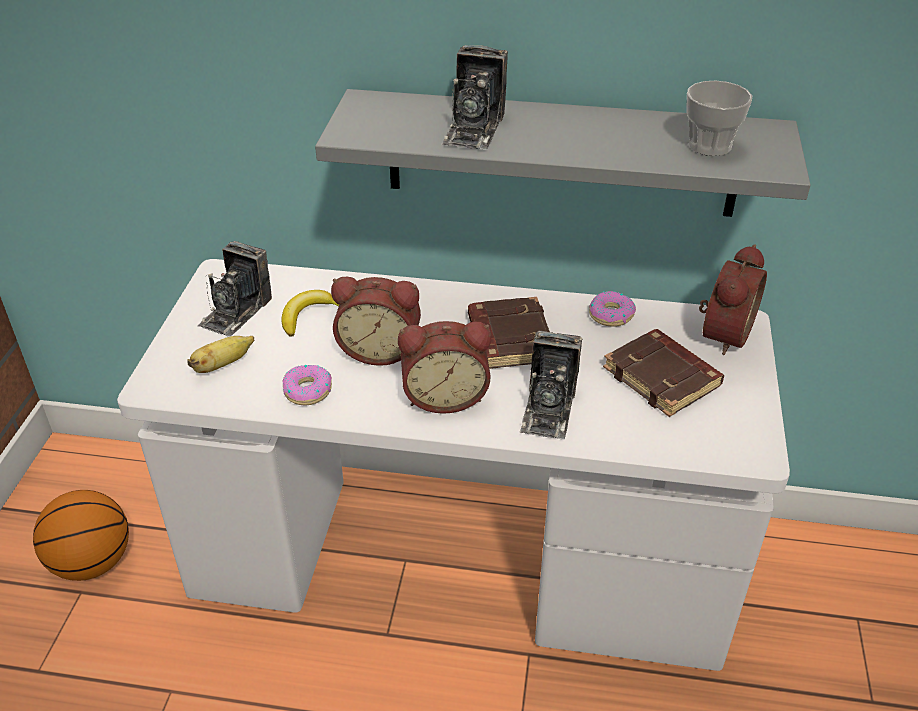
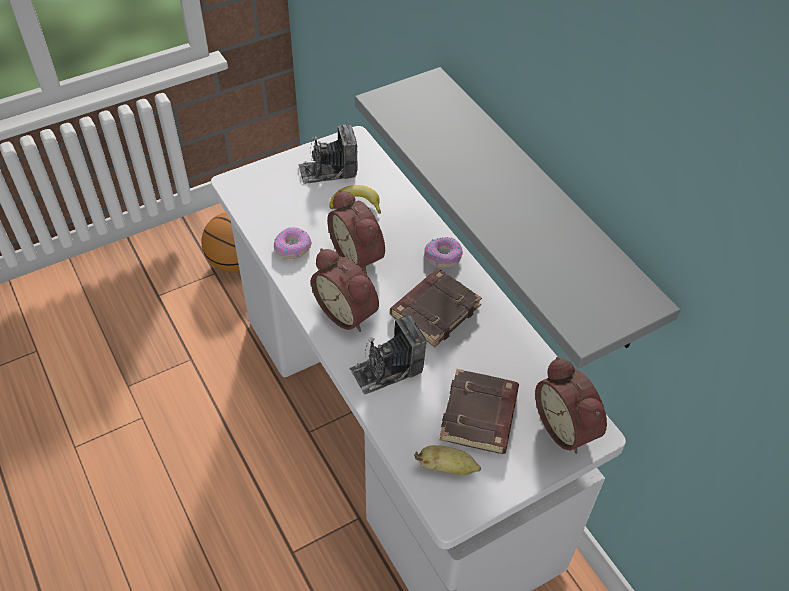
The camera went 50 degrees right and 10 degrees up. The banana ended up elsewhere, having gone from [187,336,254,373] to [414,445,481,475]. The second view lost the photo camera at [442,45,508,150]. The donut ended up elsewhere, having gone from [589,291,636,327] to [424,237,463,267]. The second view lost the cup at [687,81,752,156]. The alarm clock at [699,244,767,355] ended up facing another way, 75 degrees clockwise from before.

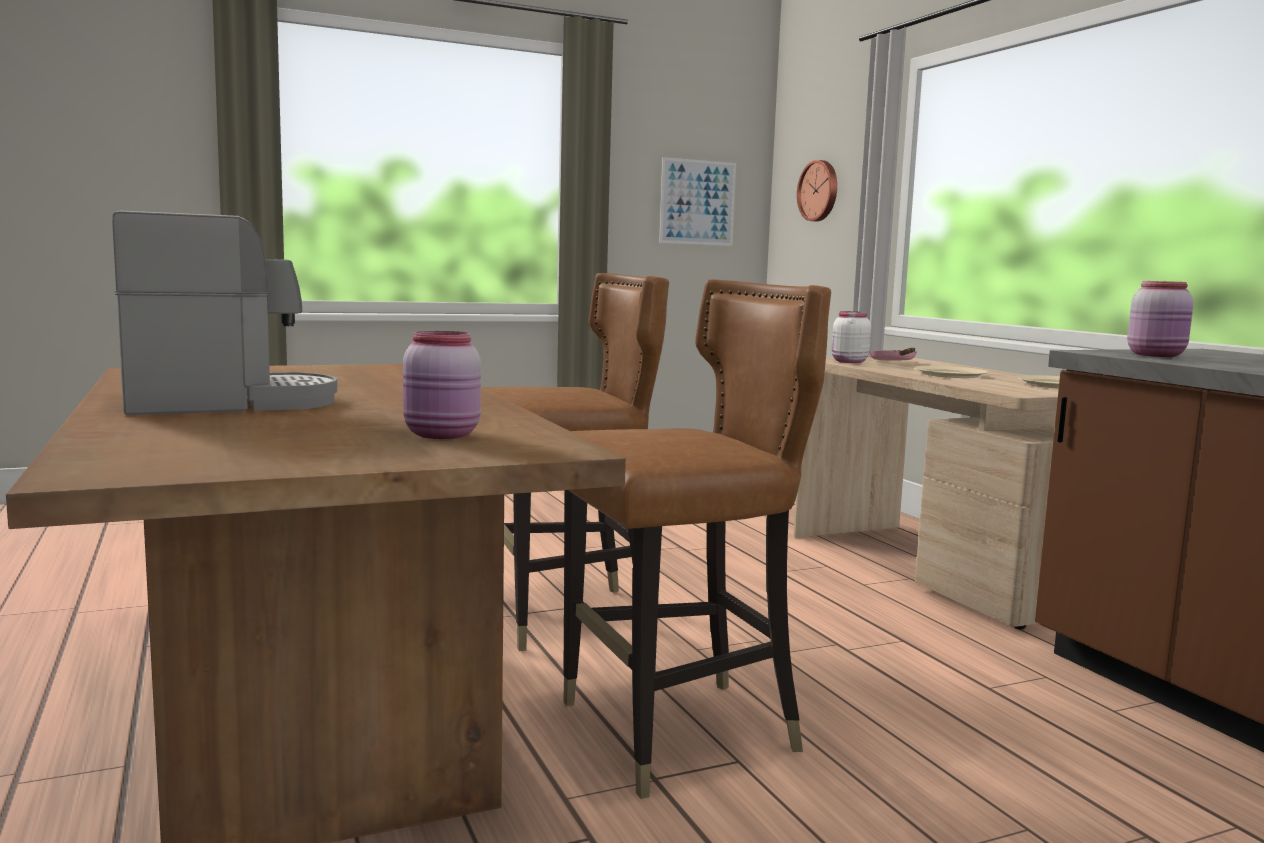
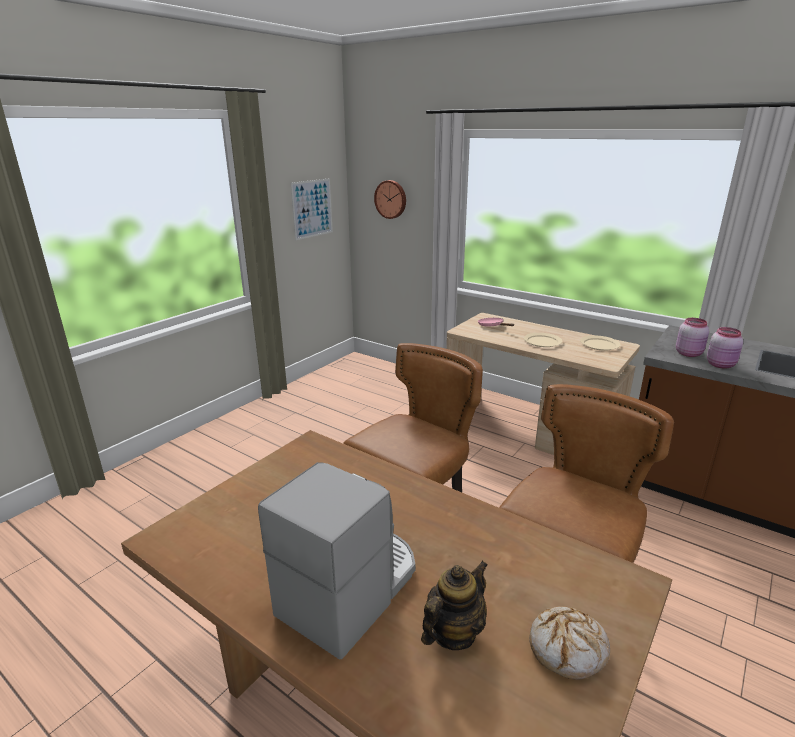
The camera went 30 degrees left and 15 degrees up. The pink jar ended up elsewhere, having gone from [403,331,481,439] to [707,327,743,369]. The second view lost the white jar at [832,311,871,363]. The second view gained the teapot at [421,561,488,650]. The second view gained the bread at [529,606,610,680].

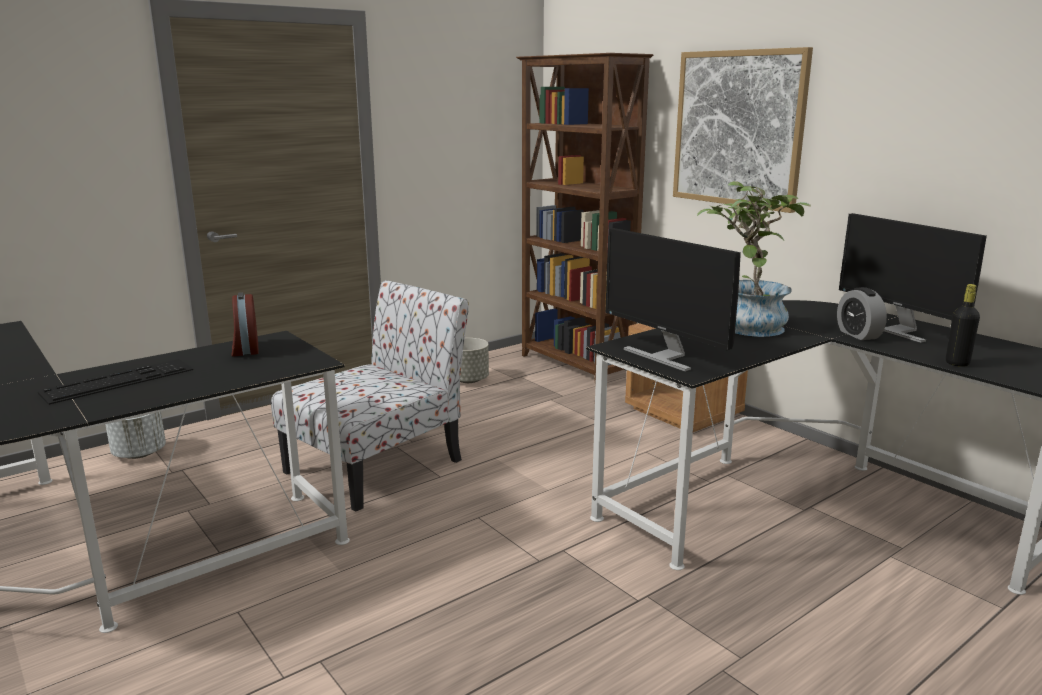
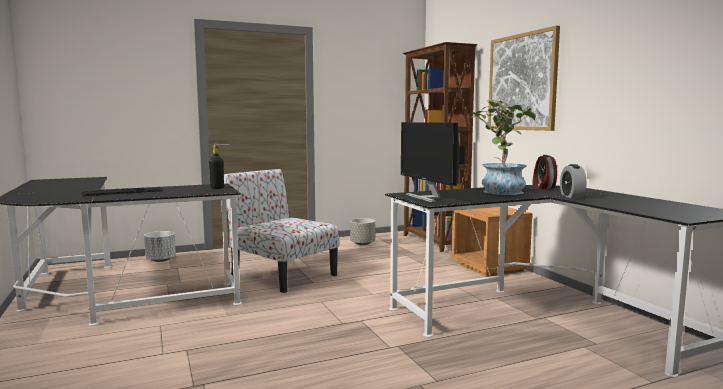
The camera went 15 degrees right and 10 degrees down. The alarm clock ended up elsewhere, having gone from [231,292,259,357] to [532,155,557,189]. The chair at [271,280,469,512] ended up facing another way, 105 degrees counterclockwise from before. The second view lost the monitor at [839,213,987,343]. The black bottle ended up elsewhere, having gone from [946,284,980,367] to [209,145,224,189].

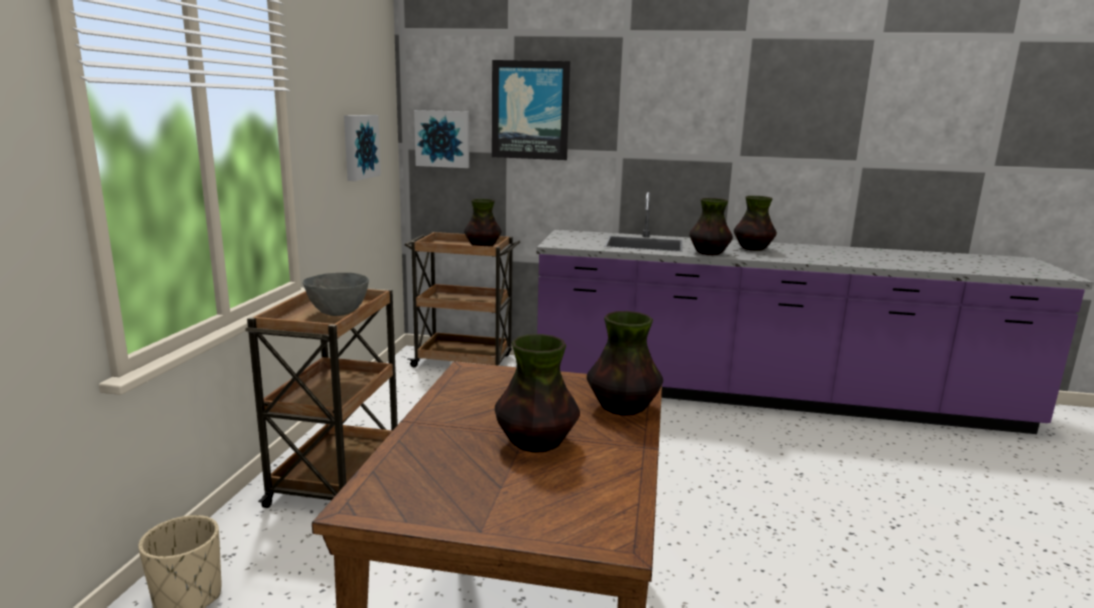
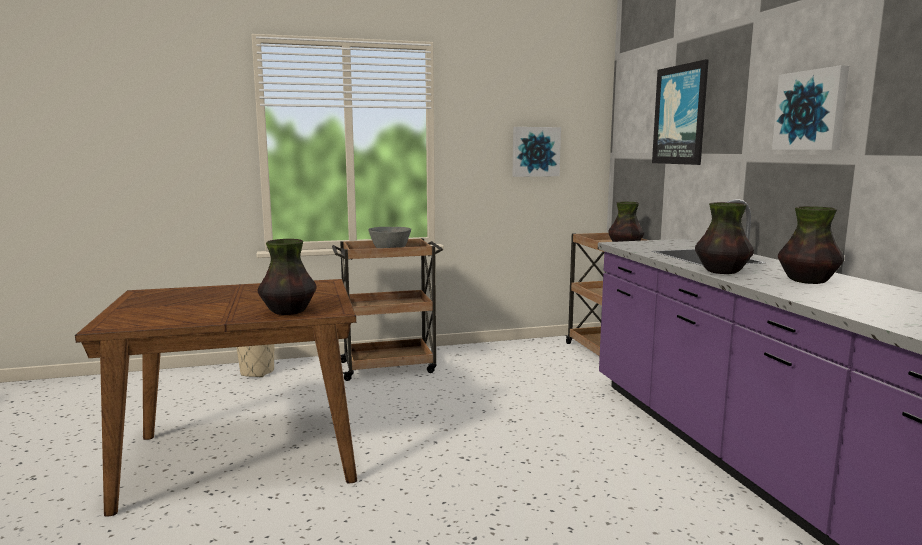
The camera went 65 degrees right and 5 degrees down. The picture ended up elsewhere, having gone from [414,110,469,168] to [772,65,849,150]. The second view lost the vase at [495,334,580,453].

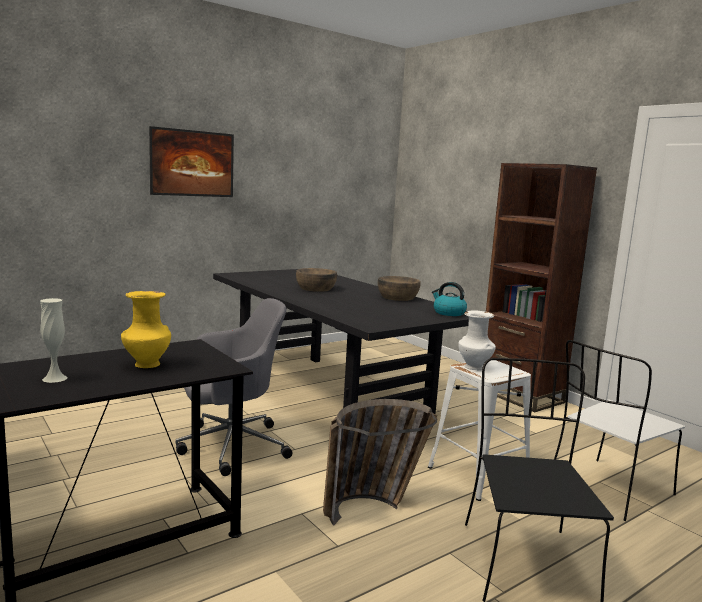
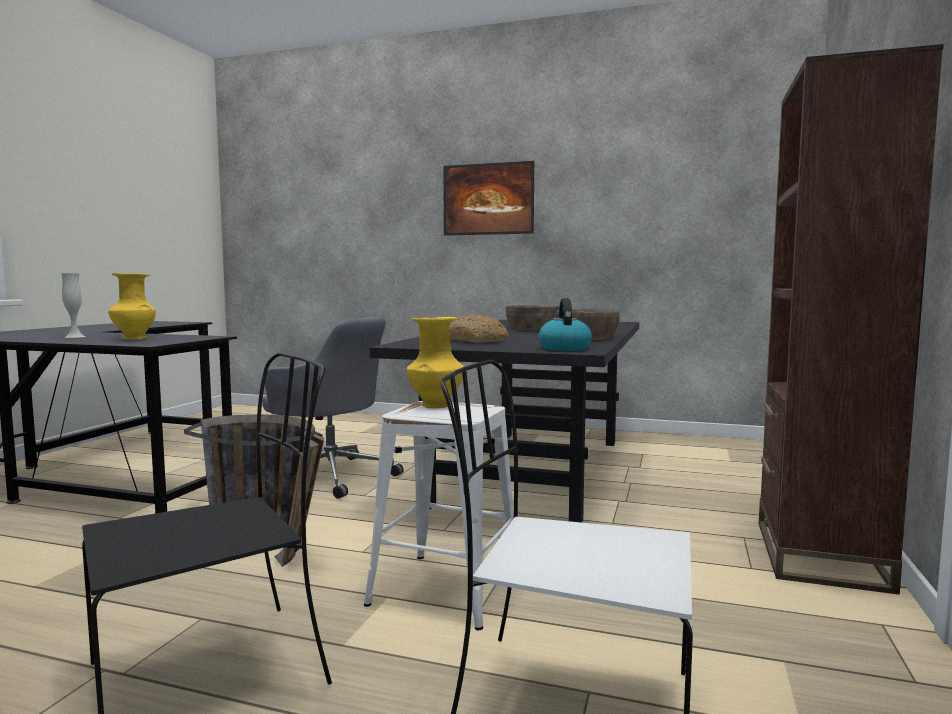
The camera went 55 degrees right and 5 degrees down. What was the white vase at [458,310,496,370] turned into the yellow vase at [406,317,464,408]. The second view gained the bread at [449,314,509,343].

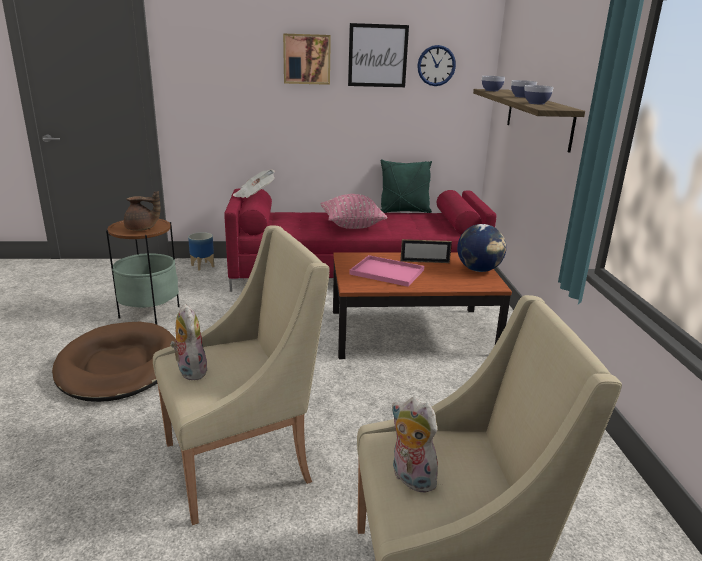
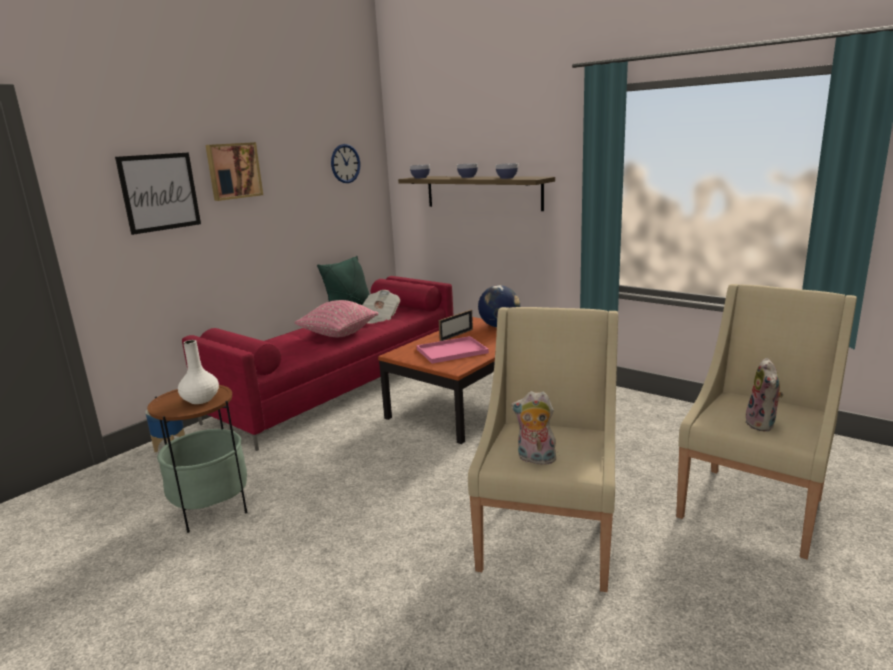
The camera went 45 degrees left and 5 degrees down. The second view lost the brown dog bed at [52,322,176,402]. Where the brown teapot stood at [124,191,161,231], the white vase came to stand at [178,340,219,404]. The newspaper ended up elsewhere, having gone from [233,170,275,198] to [362,290,400,324]. The picture ended up elsewhere, having gone from [348,23,409,87] to [115,152,201,235]. The plush toy at [391,397,439,493] ended up facing another way, 75 degrees counterclockwise from before.

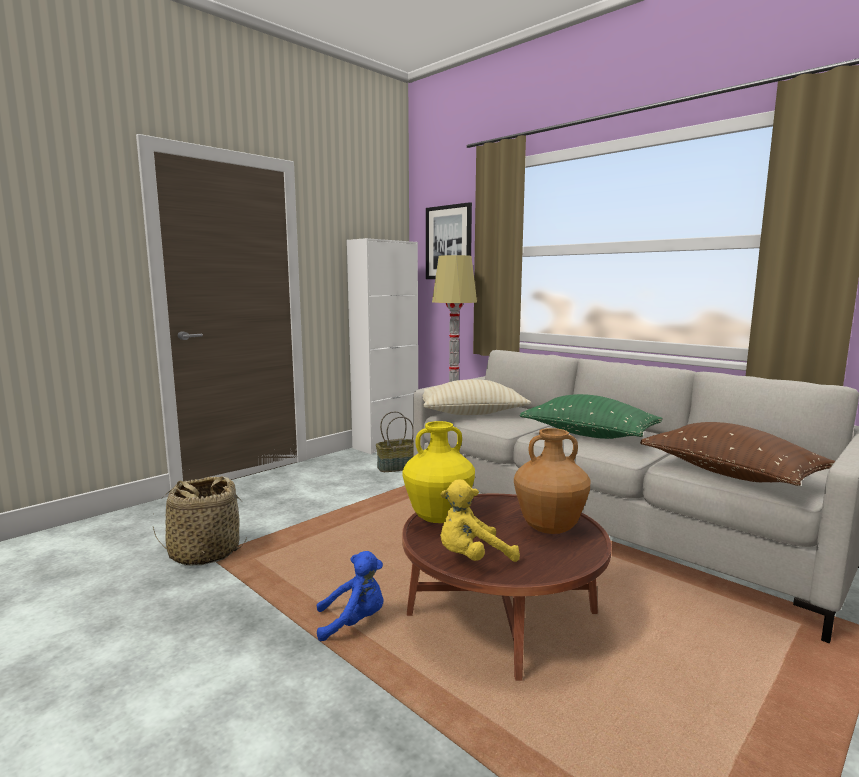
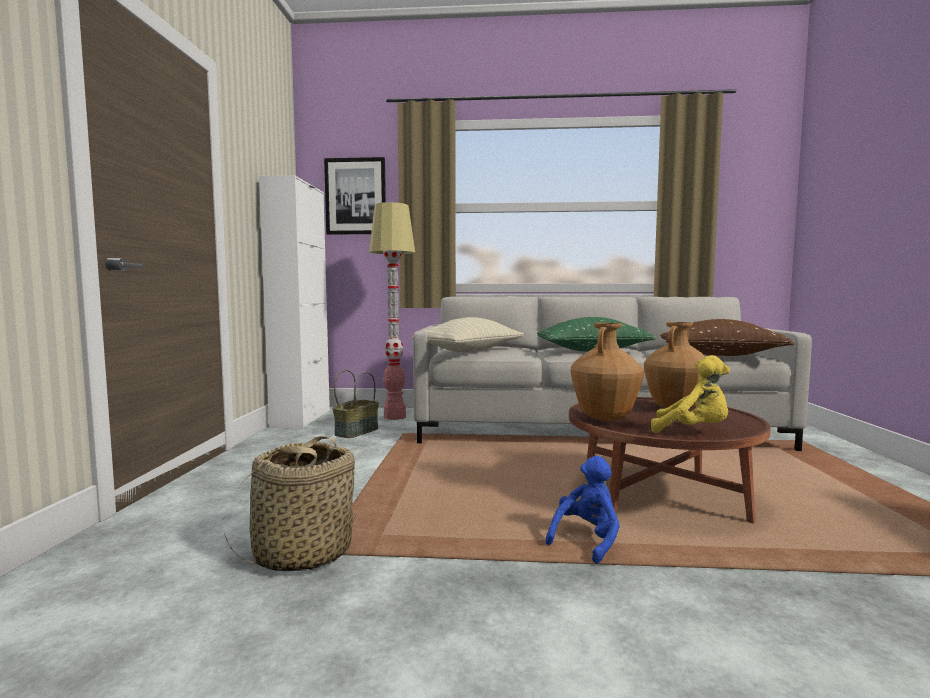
The camera went 40 degrees left and 5 degrees down. What was the yellow vase at [402,421,475,523] turned into the brown vase at [571,323,644,421]. The yellow plush toy at [440,479,520,562] ended up facing another way, 90 degrees counterclockwise from before.

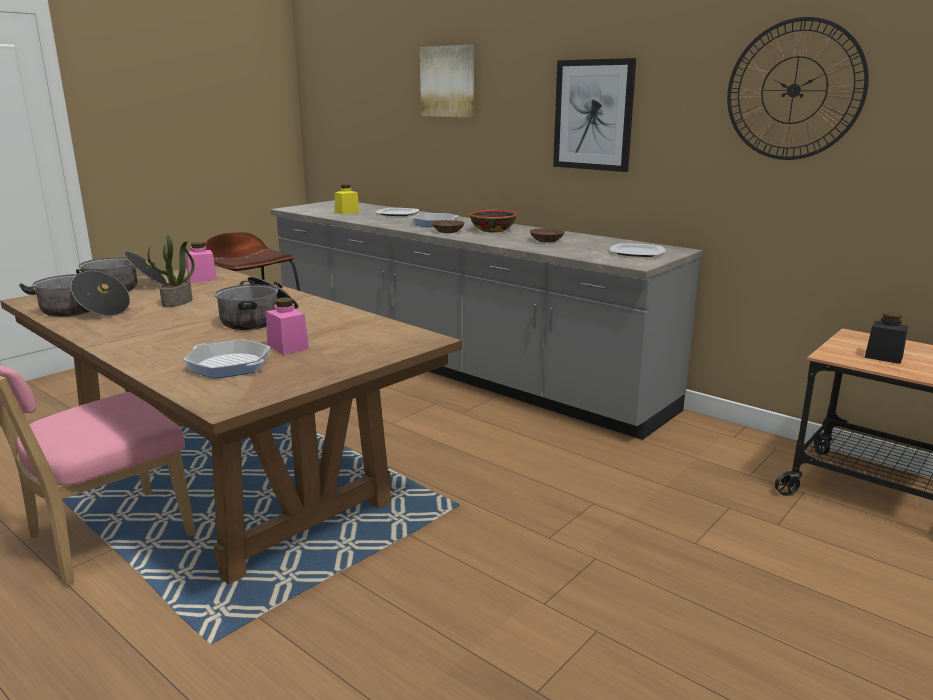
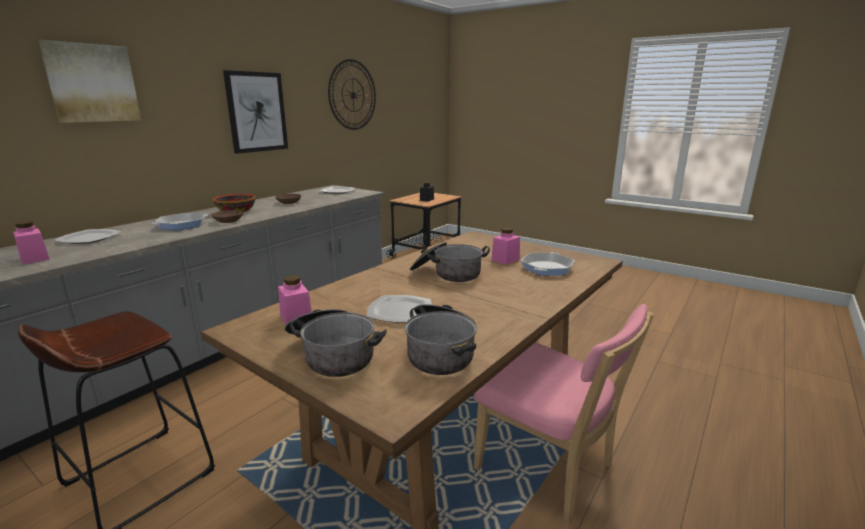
The camera went 95 degrees left and 0 degrees up. Where the potted plant stood at [148,235,195,307], the plate came to stand at [367,295,432,322]. What was the yellow jar at [335,184,359,215] turned into the pink jar at [13,221,50,264].

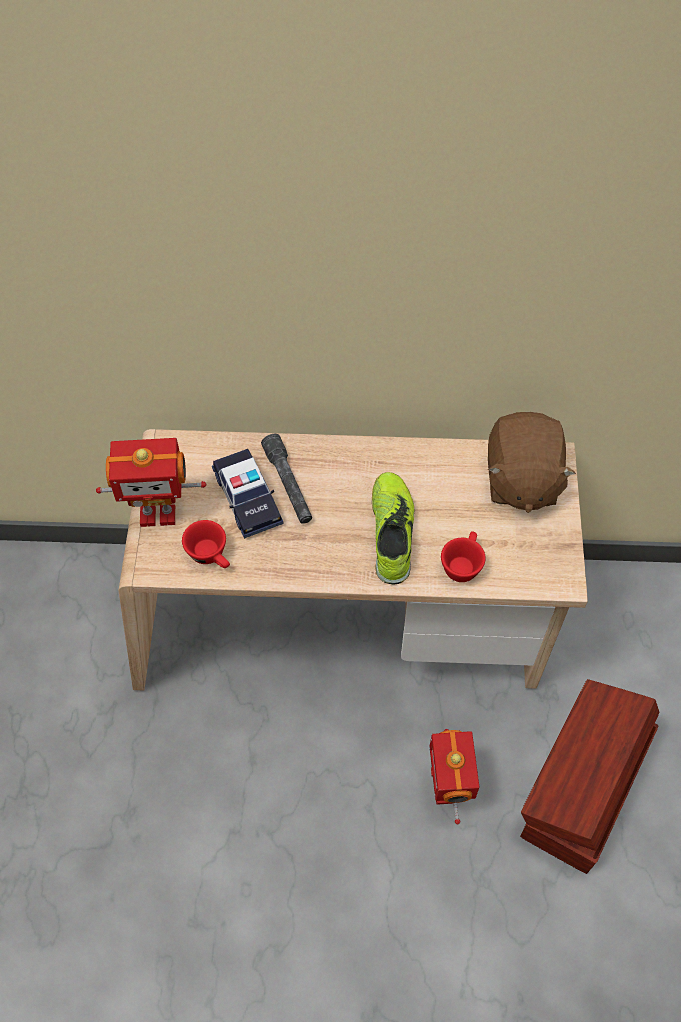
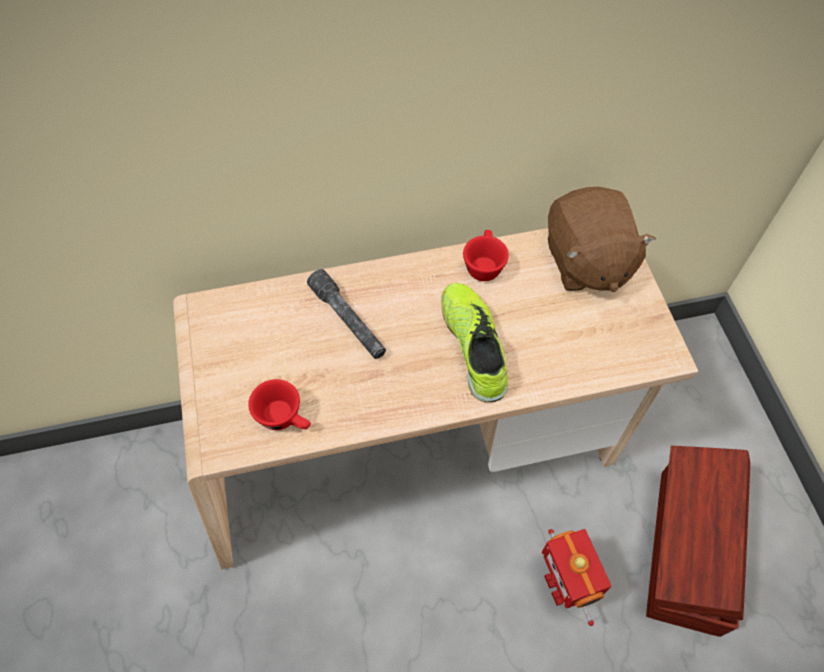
The camera went 15 degrees left and 0 degrees up. The second view lost the toy robot at [96,438,206,527]. The second view lost the toy car at [212,449,284,539]. The red cup ended up elsewhere, having gone from [441,531,486,582] to [463,230,509,281].

